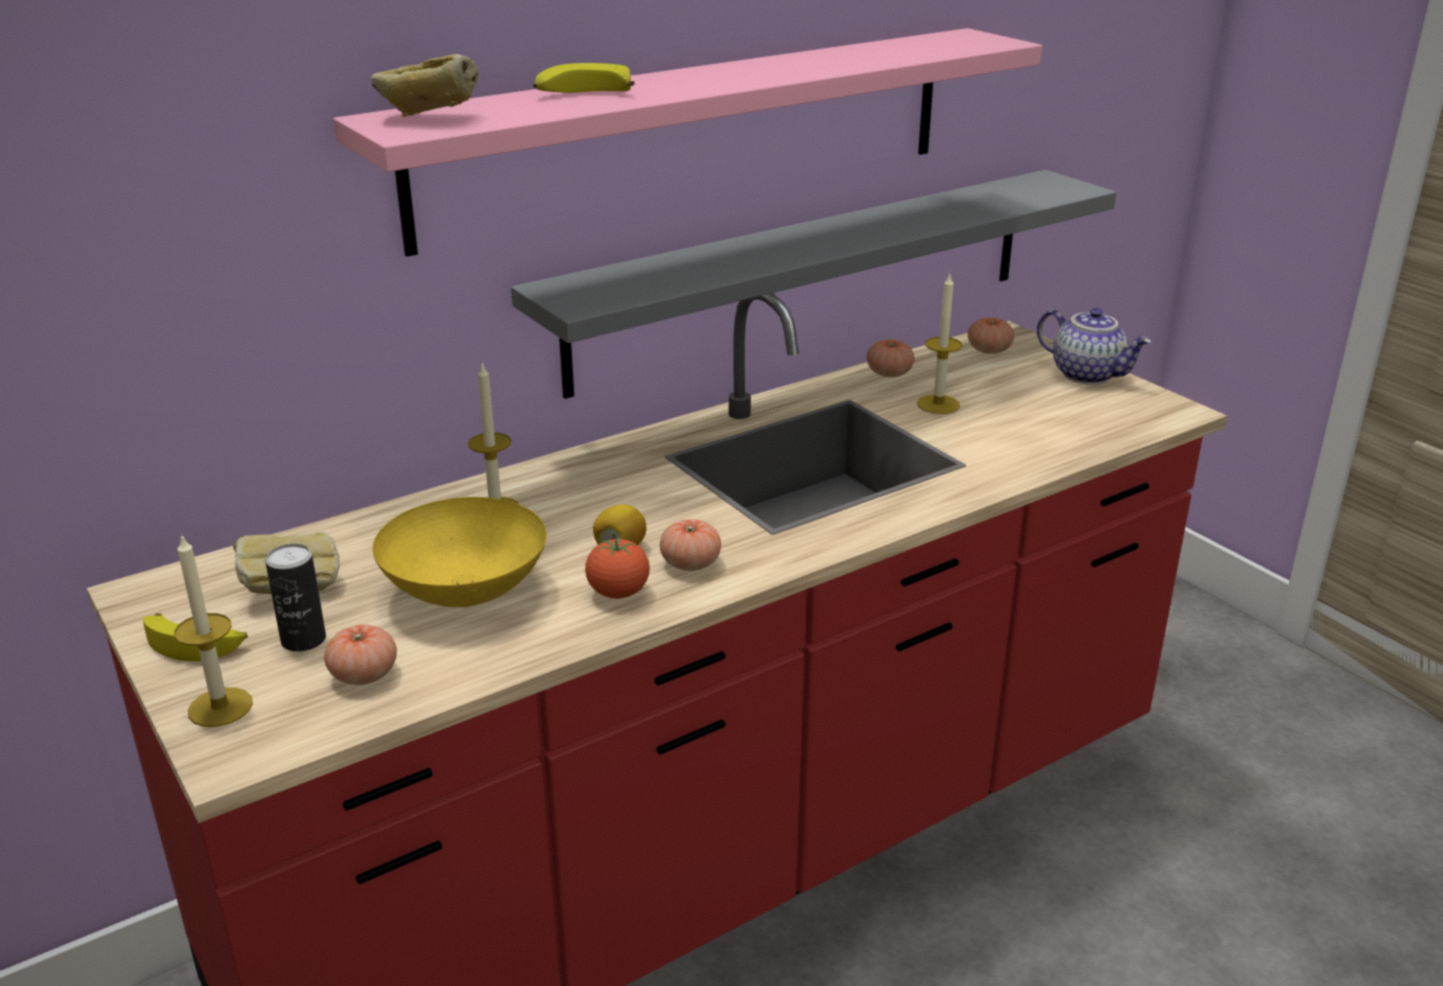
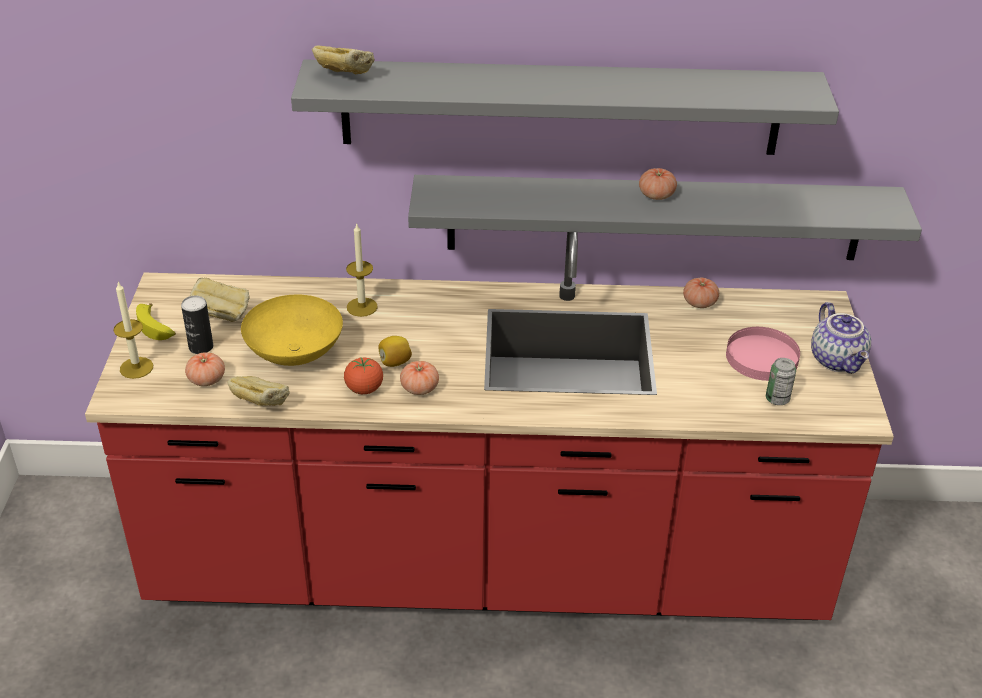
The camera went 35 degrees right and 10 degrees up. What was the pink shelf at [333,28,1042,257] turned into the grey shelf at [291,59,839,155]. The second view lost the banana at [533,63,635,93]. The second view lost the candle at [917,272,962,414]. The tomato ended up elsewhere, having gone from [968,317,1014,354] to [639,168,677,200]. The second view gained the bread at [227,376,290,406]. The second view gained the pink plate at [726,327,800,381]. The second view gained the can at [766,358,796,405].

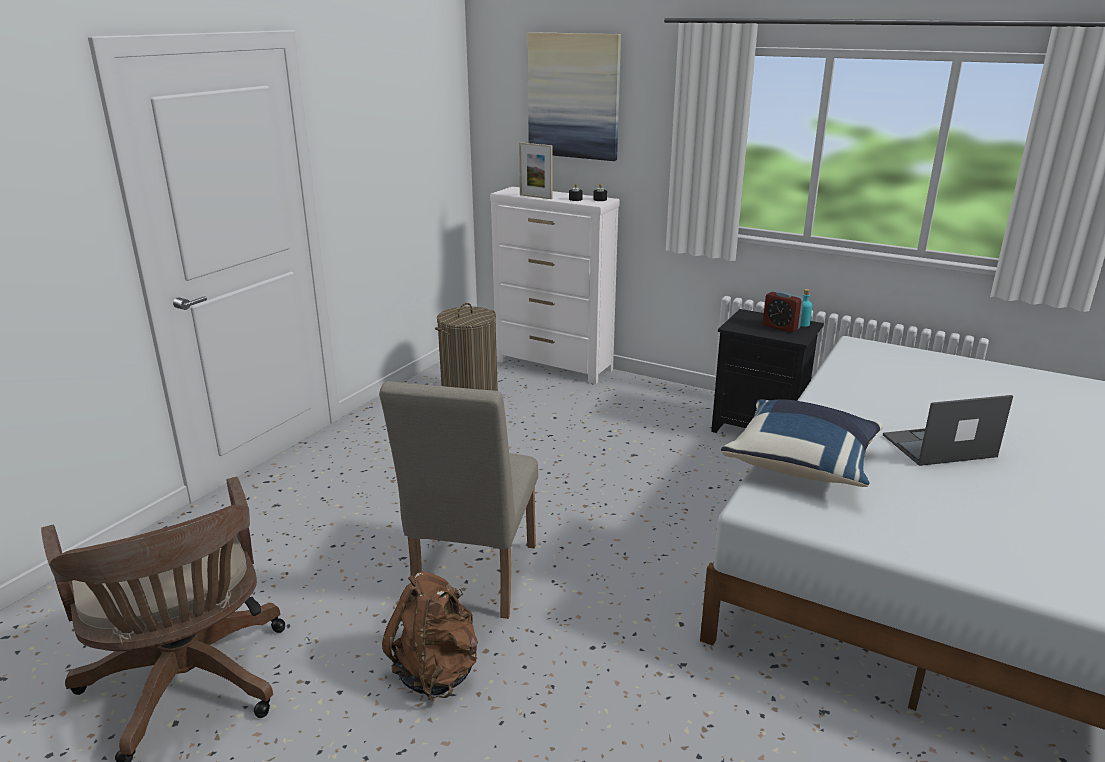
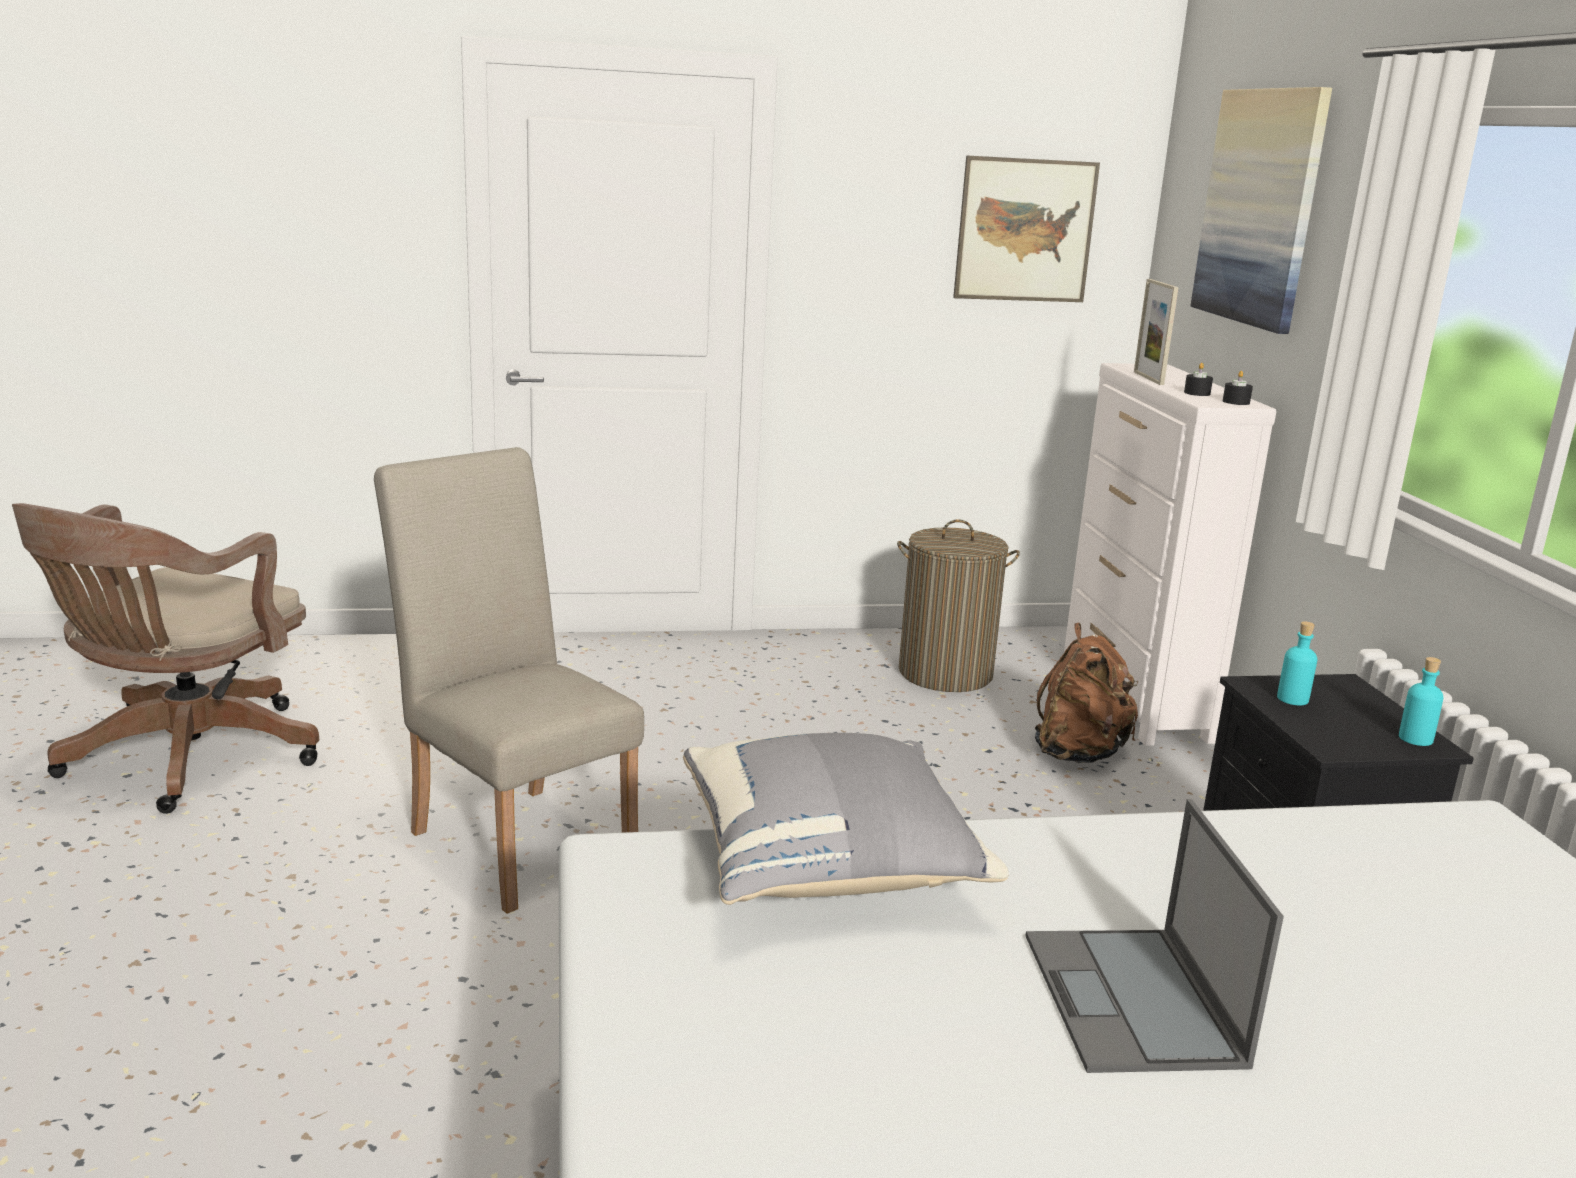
The camera went 50 degrees right and 5 degrees down. The beige chair at [379,381,538,619] ended up facing another way, 75 degrees clockwise from before. The brown backpack ended up elsewhere, having gone from [382,571,478,700] to [1035,623,1138,763]. What was the blue pillow at [721,399,883,487] turned into the grey pillow at [683,733,1009,905]. The second view lost the alarm clock at [763,291,804,332]. The laptop at [883,395,1013,466] ended up facing another way, 135 degrees counterclockwise from before. The second view gained the picture at [953,155,1100,302]. The second view gained the turquoise bottle at [1277,622,1317,705].

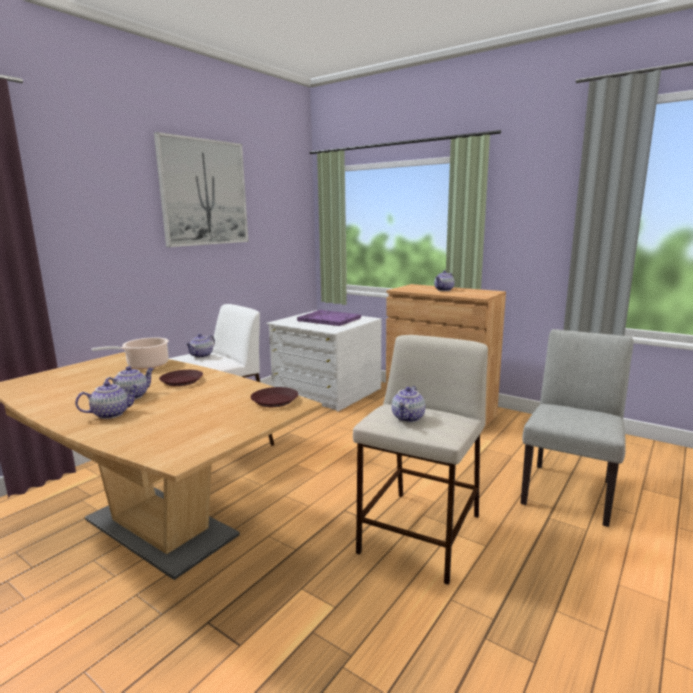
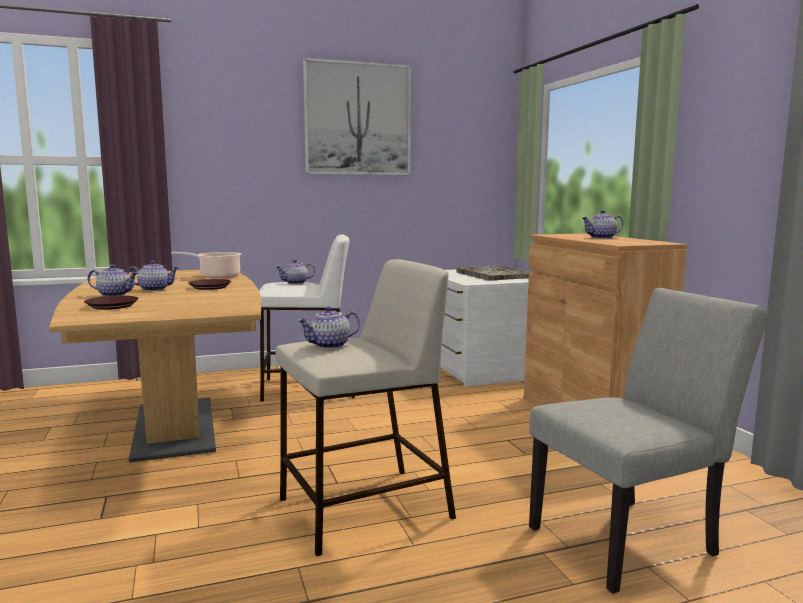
The camera went 35 degrees right and 5 degrees down. The brown plate ended up elsewhere, having gone from [251,387,298,407] to [84,296,139,310]. What was the purple tray at [297,310,361,326] turned into the grey tray at [456,265,533,281].

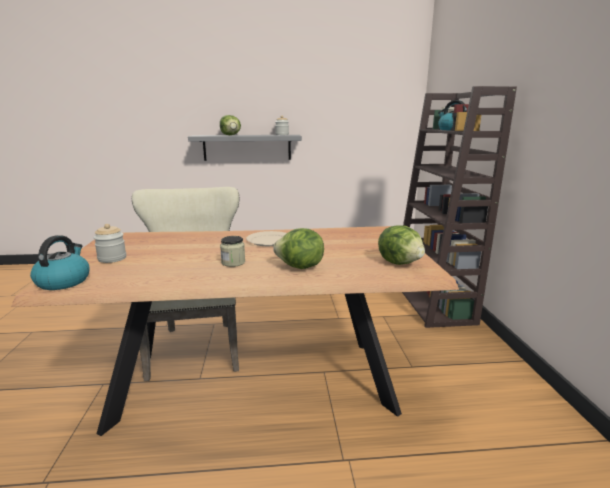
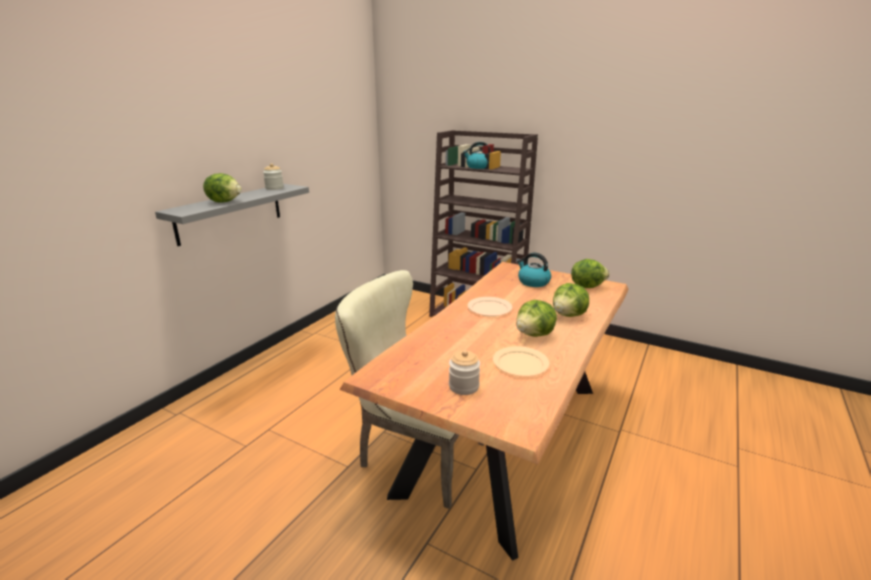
The camera went 55 degrees left and 5 degrees up. The kettle ended up elsewhere, having gone from [30,235,90,290] to [517,253,551,287]. Where the jar stood at [220,236,245,267], the lettuce came to stand at [516,300,557,337]. The second view gained the beige plate at [493,346,550,376].

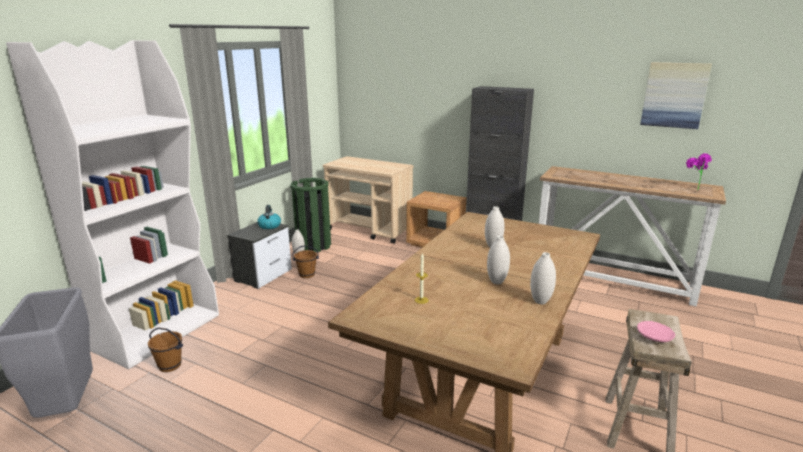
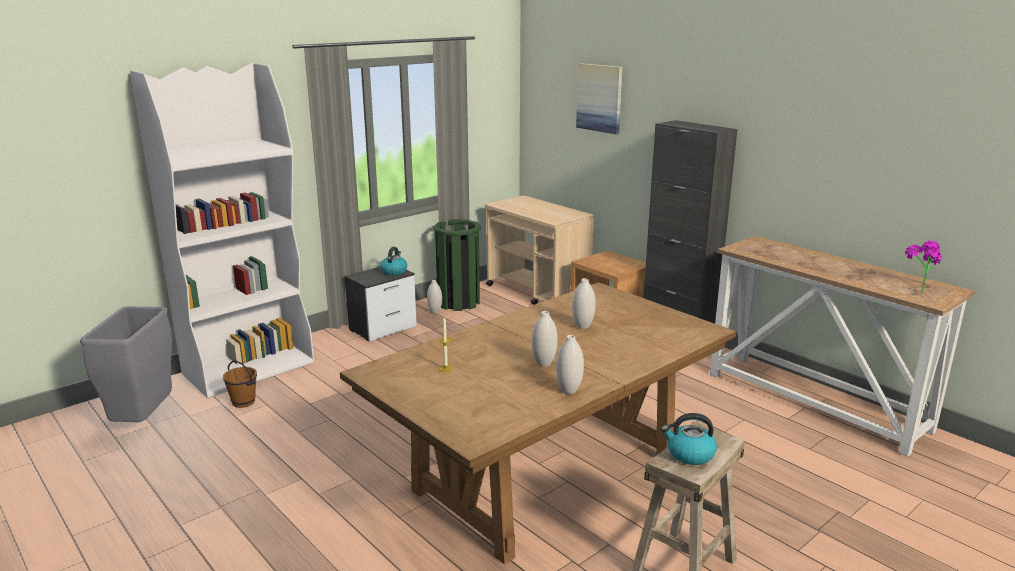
The camera went 20 degrees right and 0 degrees up. The second view lost the brown bucket at [292,245,319,278]. Where the pink plate stood at [637,321,675,342], the kettle came to stand at [661,413,717,465]. The picture ended up elsewhere, having gone from [640,62,712,129] to [576,63,623,134].

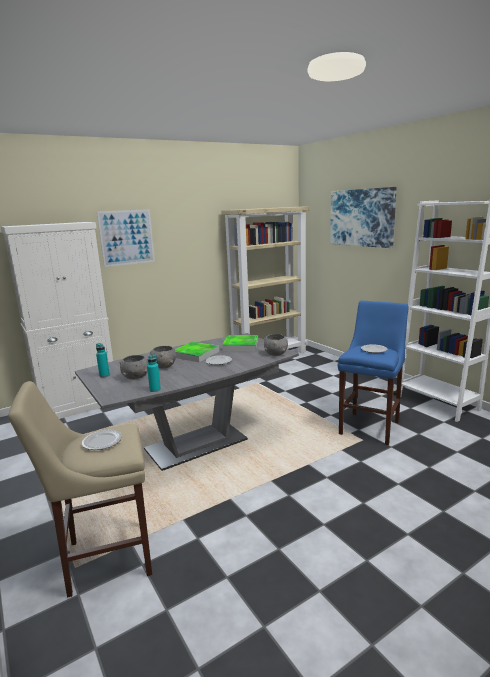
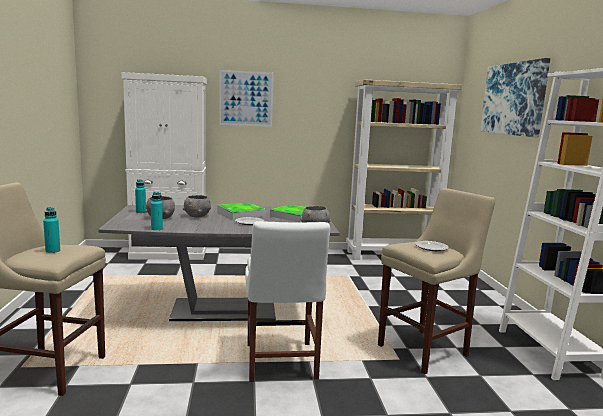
The camera went 25 degrees right and 5 degrees down. Where the plate stood at [82,430,122,450], the turquoise bottle came to stand at [43,207,60,253]. What was the blue stool at [338,300,408,445] turned into the beige stool at [378,188,495,374]. The second view gained the white chair at [245,221,330,382].

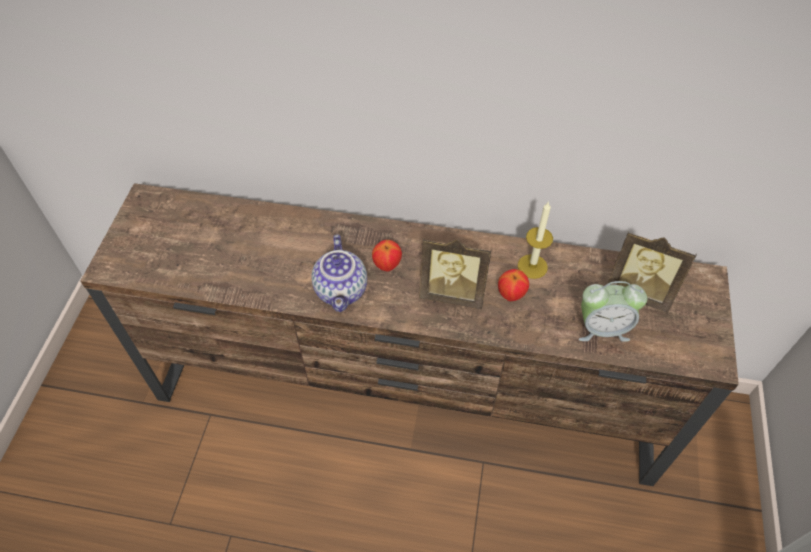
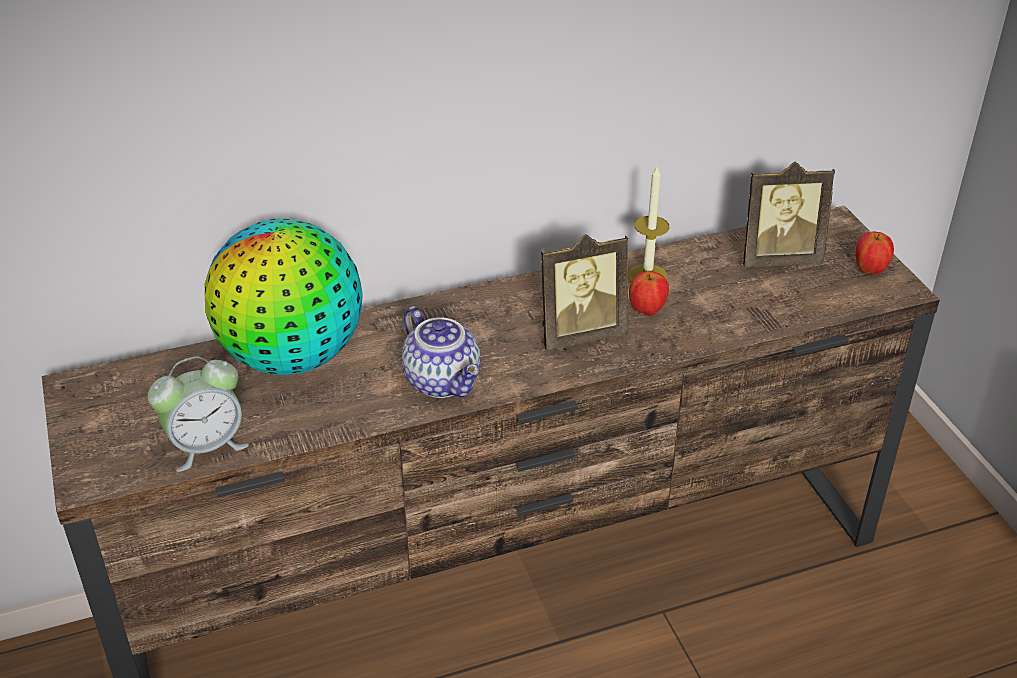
The camera went 30 degrees left and 15 degrees down. The apple ended up elsewhere, having gone from [372,240,402,272] to [855,231,894,274]. The alarm clock ended up elsewhere, having gone from [579,281,647,342] to [148,356,249,472]. The second view gained the globe at [205,218,363,375].

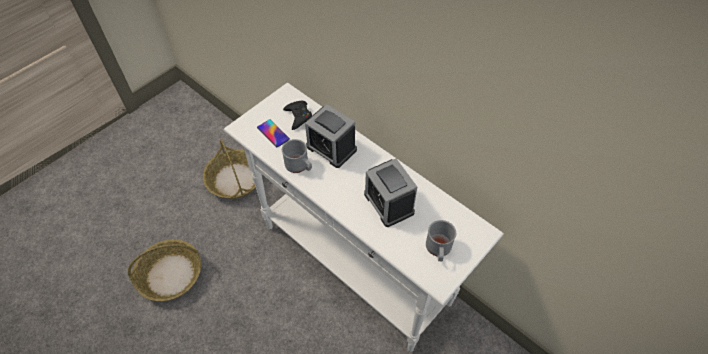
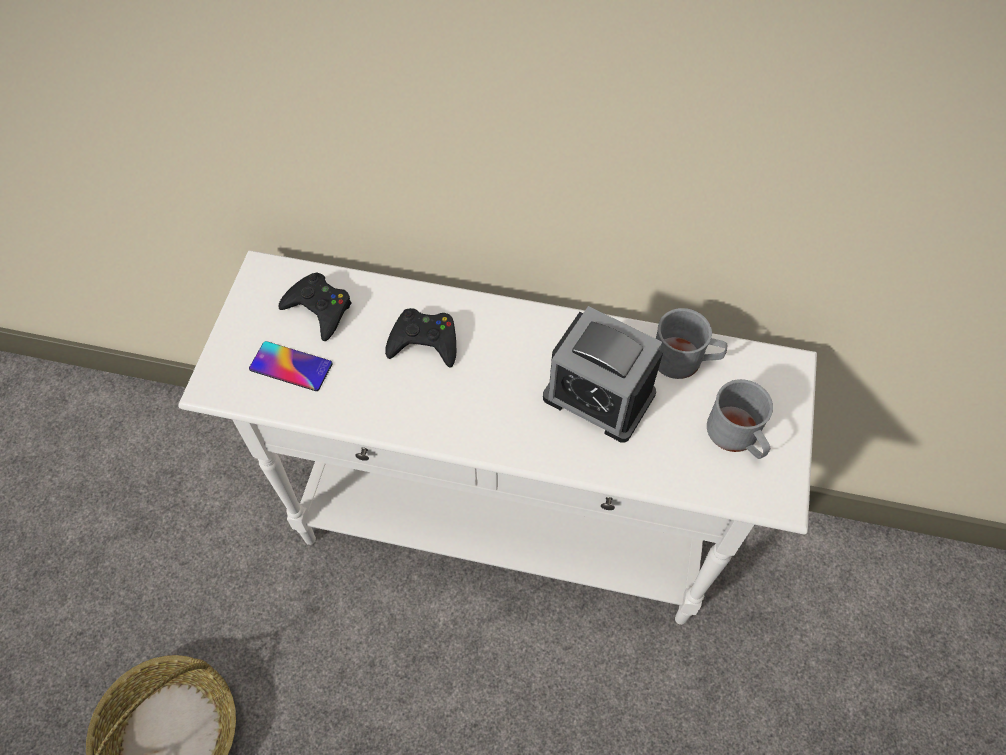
The camera went 30 degrees left and 5 degrees up. The second view lost the basket at [203,139,255,199]. The grey mug ended up elsewhere, having gone from [282,139,312,173] to [656,308,727,379]. Where the alarm clock stood at [305,104,357,168], the black game controller came to stand at [385,308,456,368].

